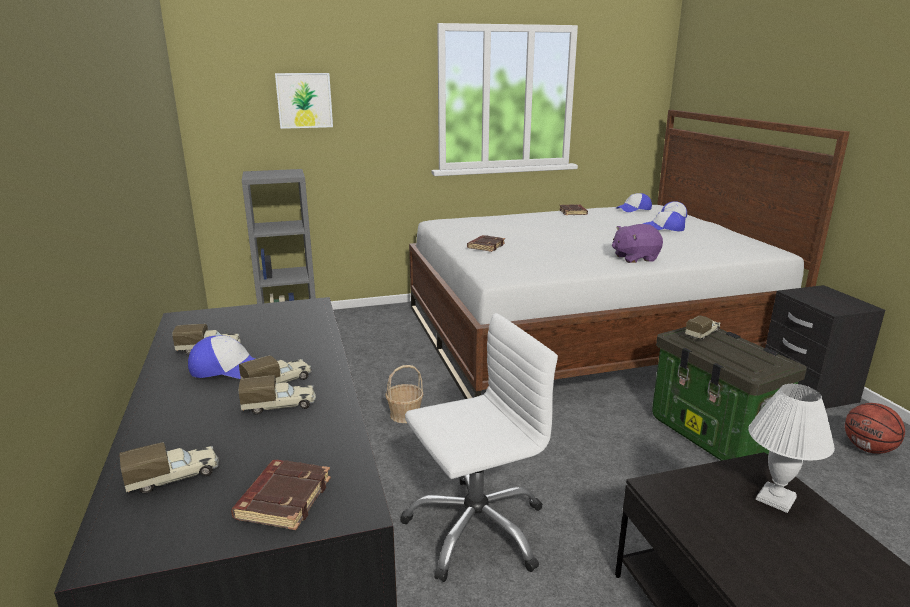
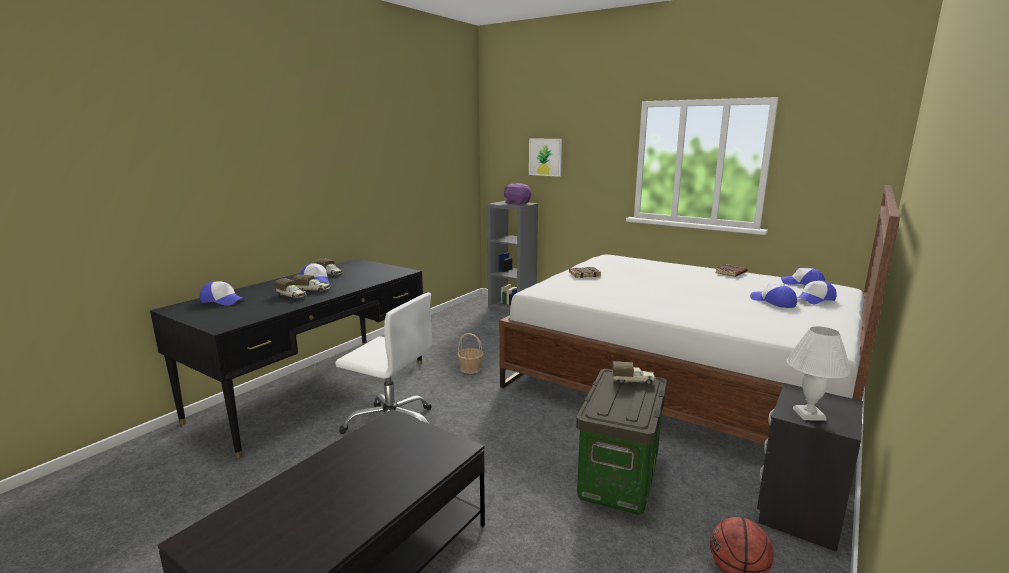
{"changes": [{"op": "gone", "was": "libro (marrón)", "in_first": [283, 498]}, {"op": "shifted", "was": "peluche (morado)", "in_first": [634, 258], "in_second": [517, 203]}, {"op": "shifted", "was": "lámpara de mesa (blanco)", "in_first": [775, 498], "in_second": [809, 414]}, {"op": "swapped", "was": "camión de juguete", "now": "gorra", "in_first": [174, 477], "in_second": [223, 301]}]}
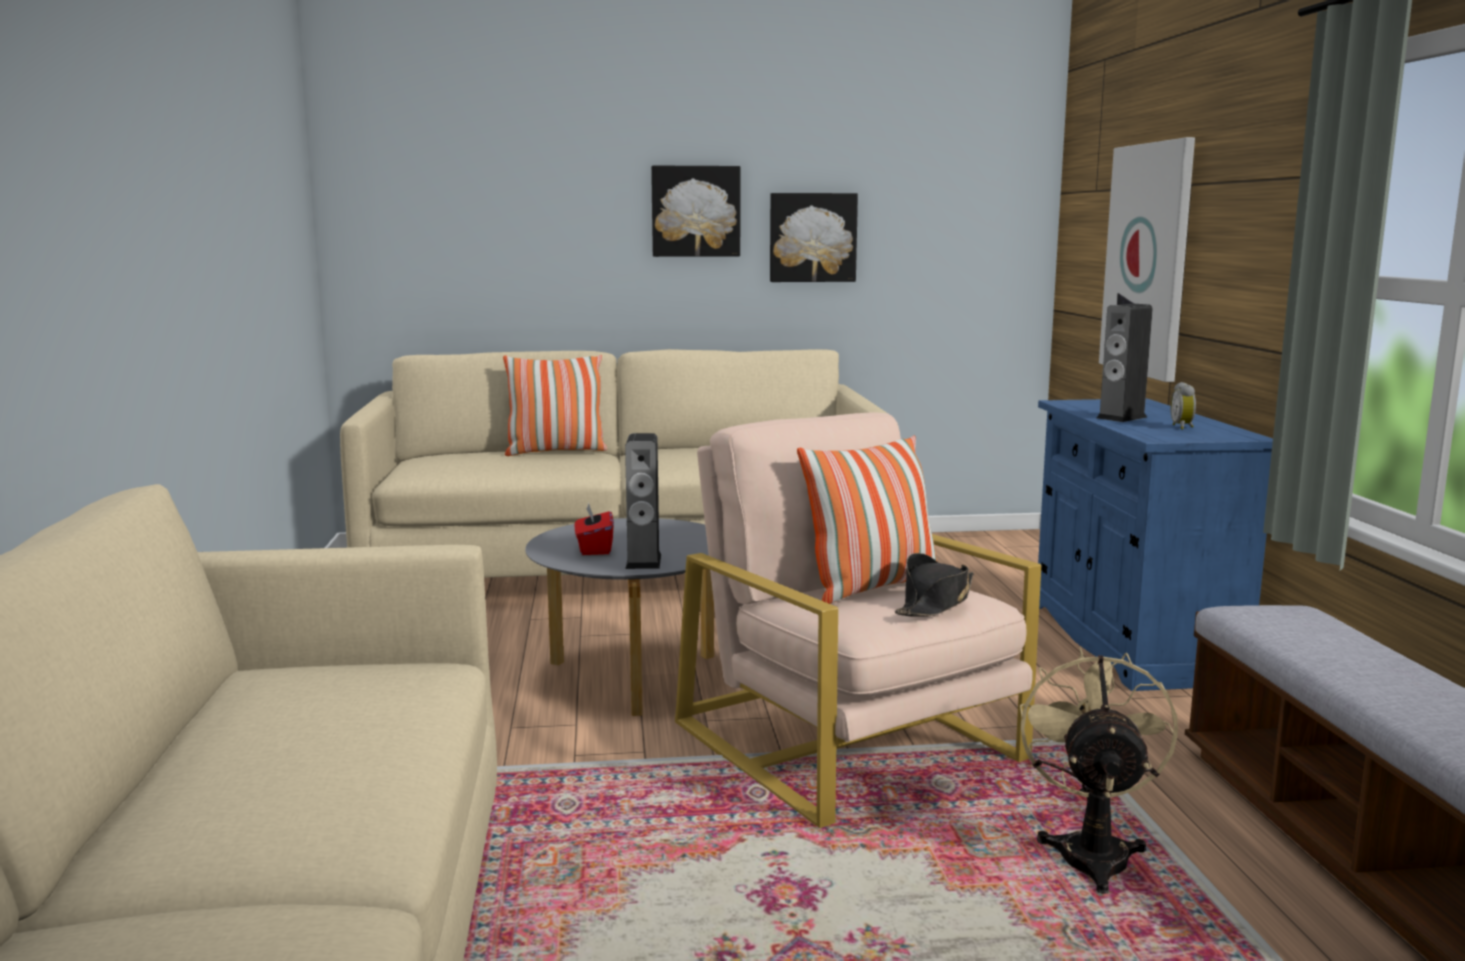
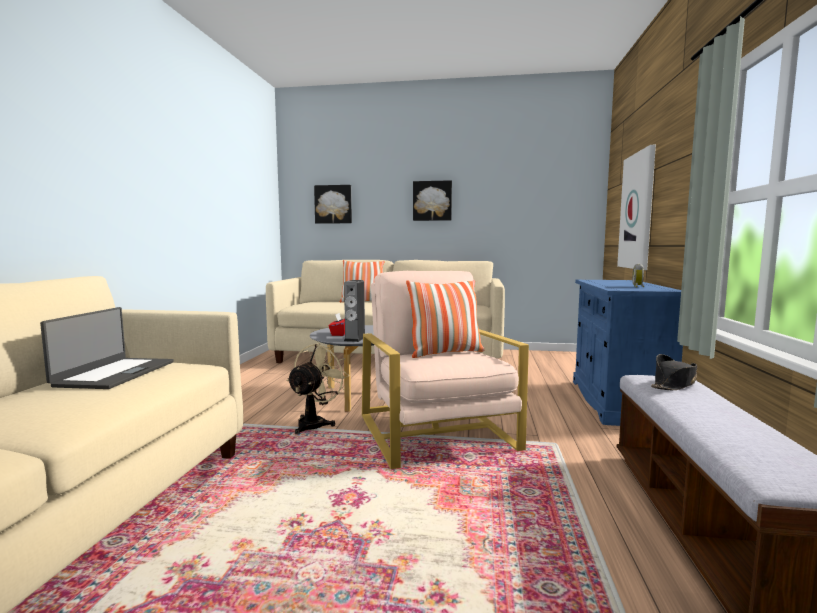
{"changes": [{"op": "gone", "was": "altavoz", "in_first": [1121, 417]}, {"op": "new", "now": "portátil", "in_second": [115, 374]}, {"op": "shifted", "was": "cuadro", "in_first": [812, 237], "in_second": [333, 204]}, {"op": "shifted", "was": "sombrero (negro)", "in_first": [935, 603], "in_second": [674, 384]}, {"op": "shifted", "was": "ventilador (beis)", "in_first": [1091, 851], "in_second": [315, 423]}]}
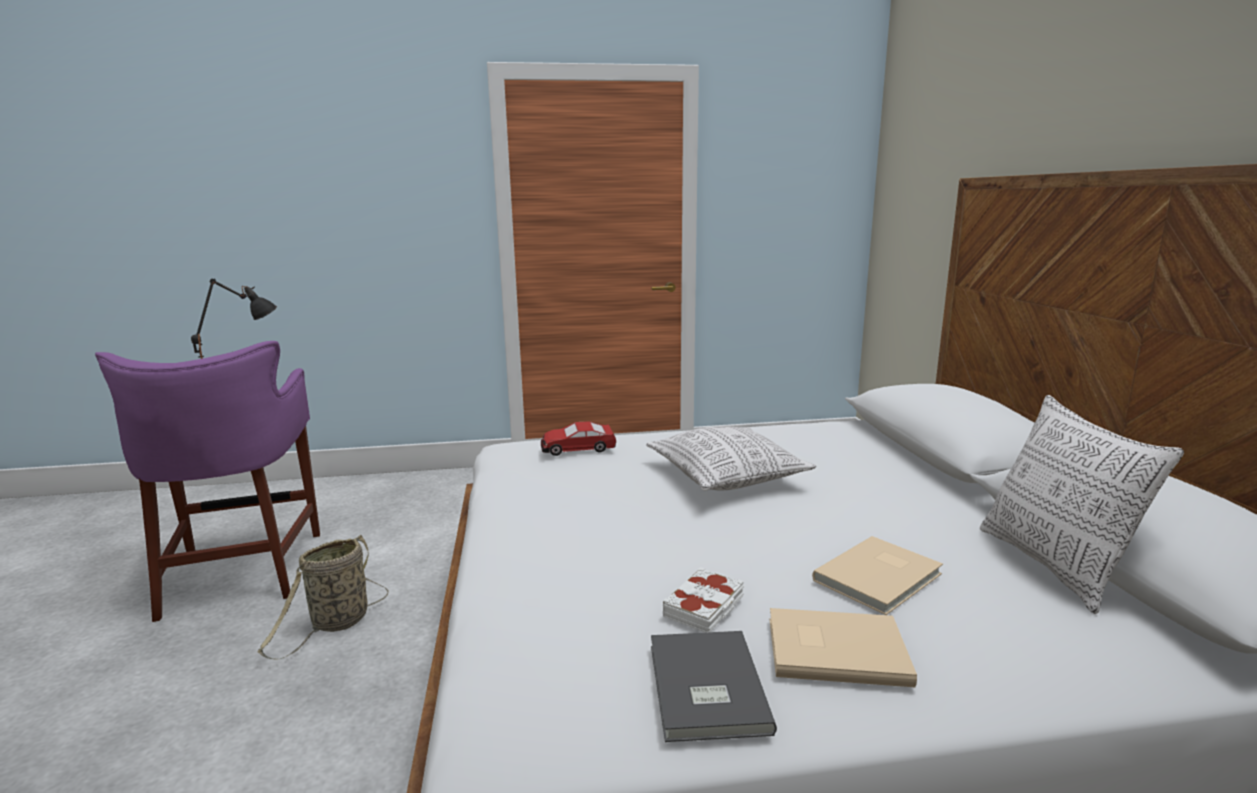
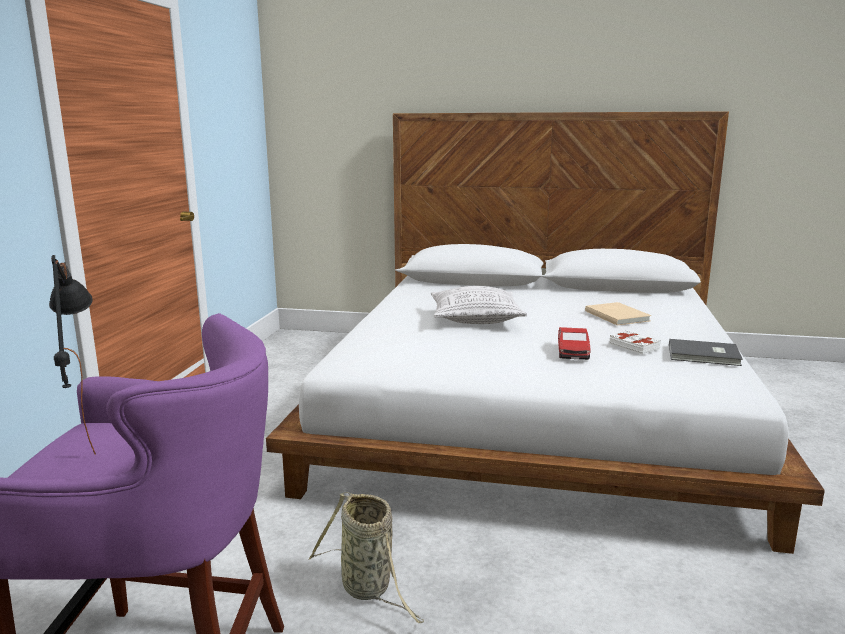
{"changes": [{"op": "gone", "was": "libro (beis)", "in_first": [834, 648]}, {"op": "gone", "was": "cojín", "in_first": [1053, 566]}, {"op": "shifted", "was": "coche de juguete", "in_first": [578, 448], "in_second": [573, 351]}]}
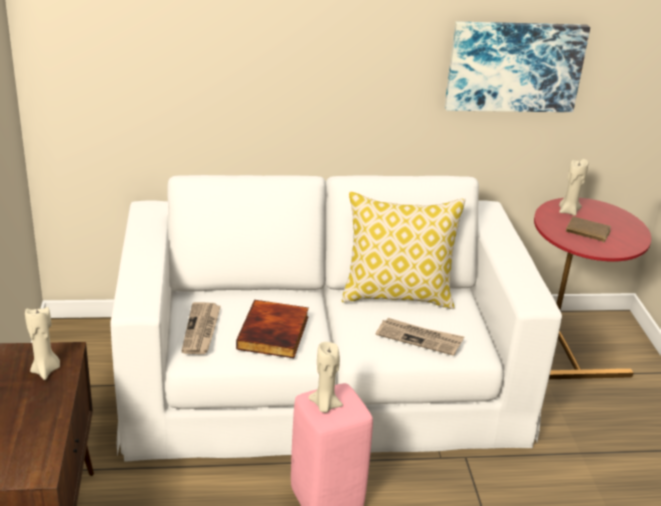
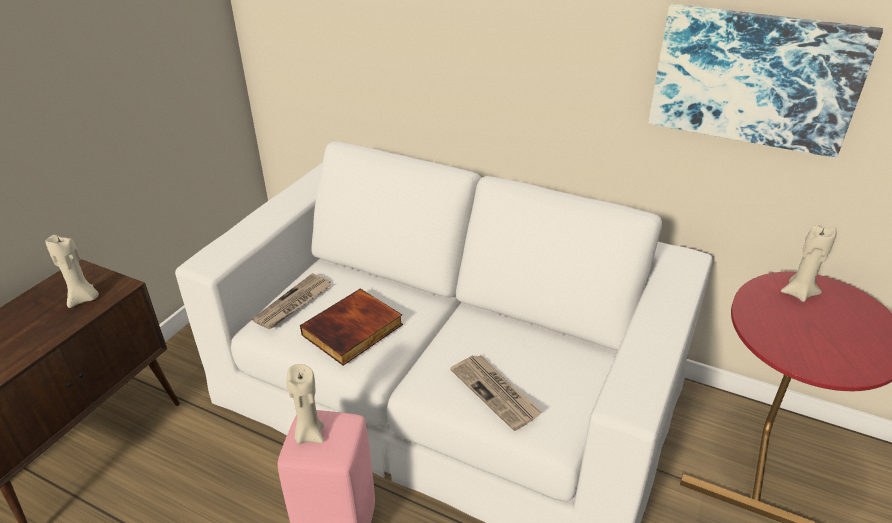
{"changes": [{"op": "gone", "was": "cojín", "in_first": [397, 295]}, {"op": "gone", "was": "libro (marrón)", "in_first": [587, 232]}]}
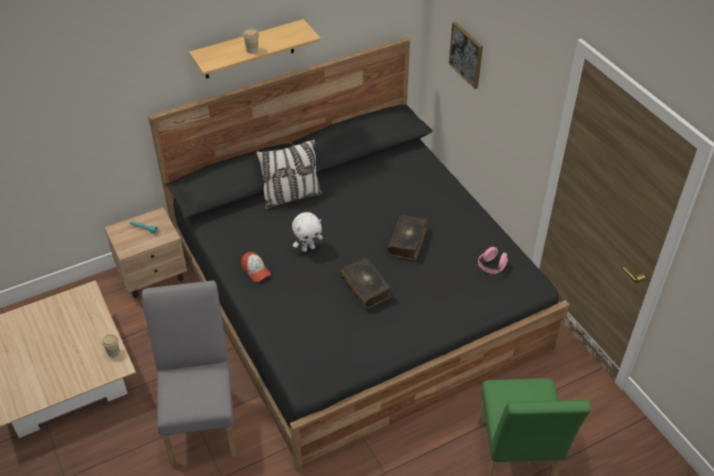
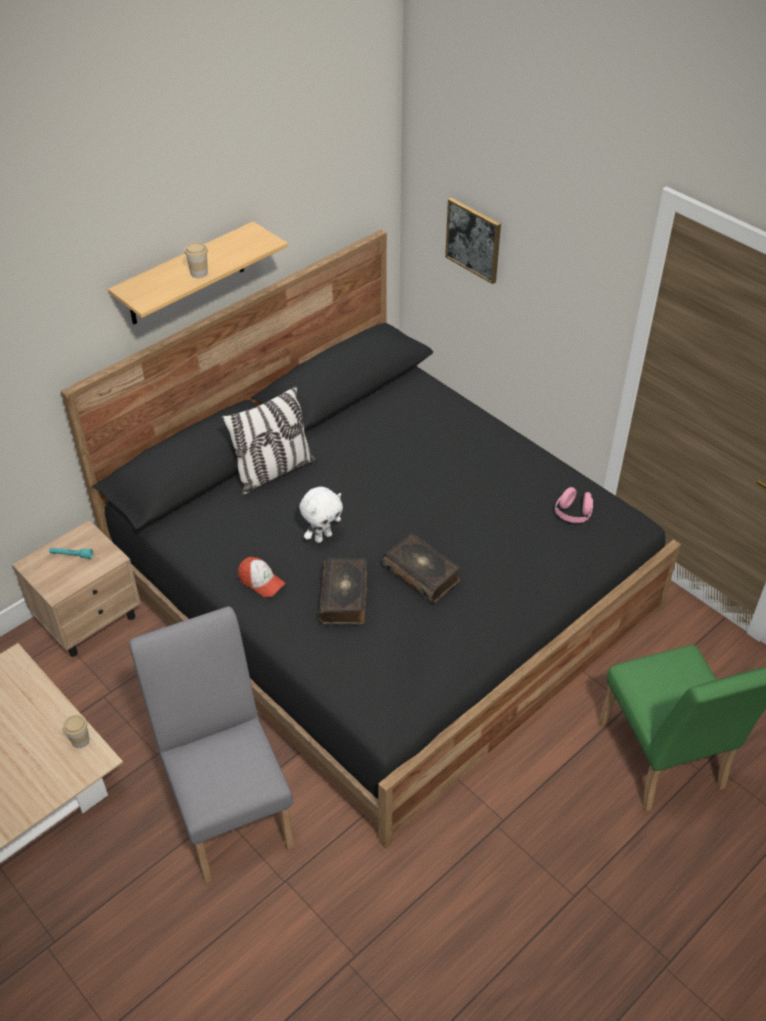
{"changes": [{"op": "shifted", "was": "libro", "in_first": [408, 242], "in_second": [345, 597]}]}
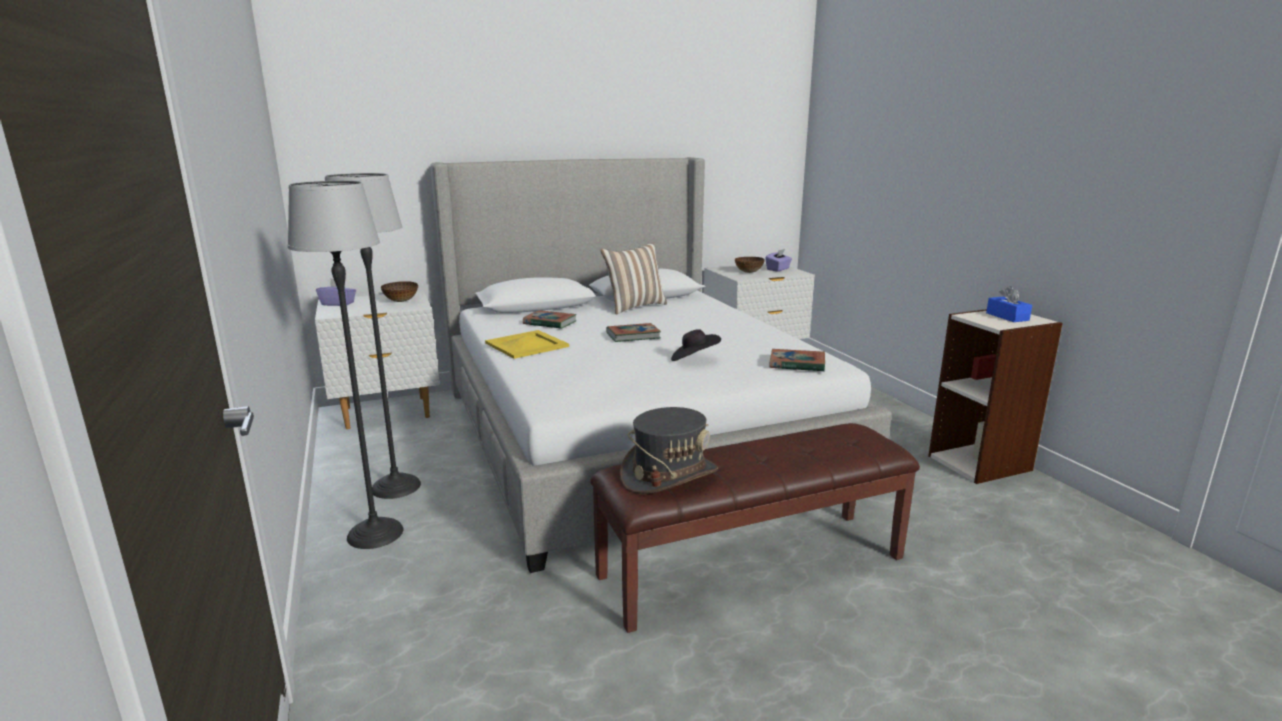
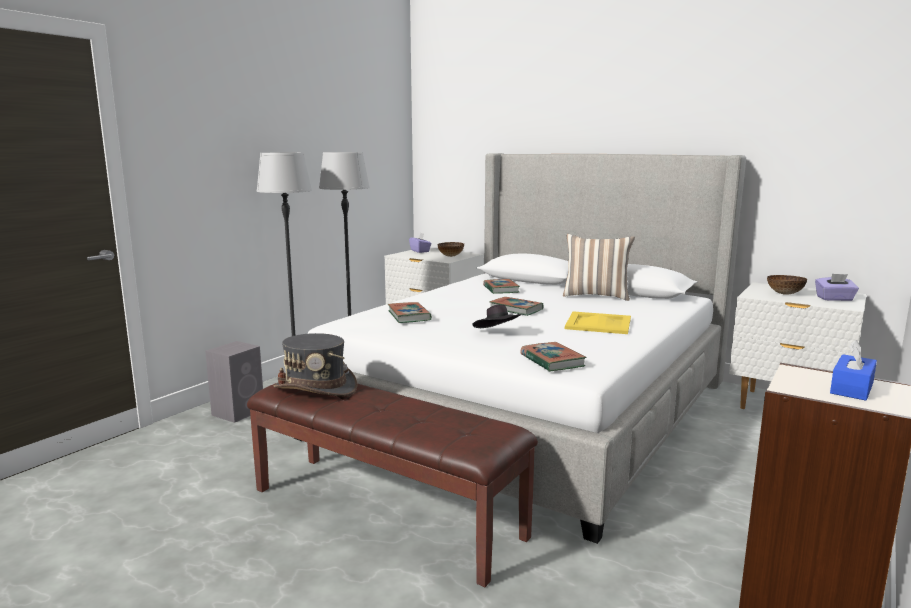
{"changes": [{"op": "new", "now": "altavoz (gris)", "in_second": [239, 412]}, {"op": "new", "now": "libro", "in_second": [409, 316]}, {"op": "shifted", "was": "bandeja (amarillo)", "in_first": [526, 345], "in_second": [597, 323]}]}
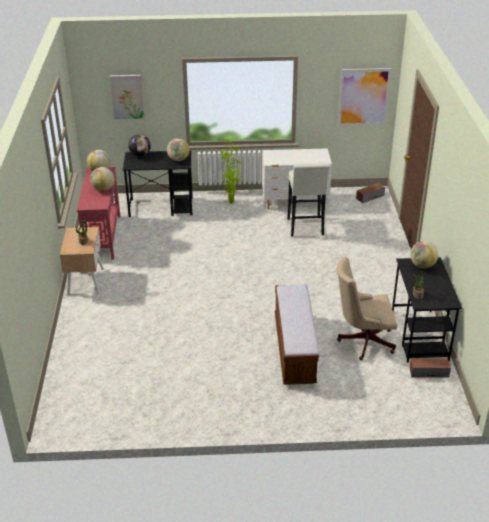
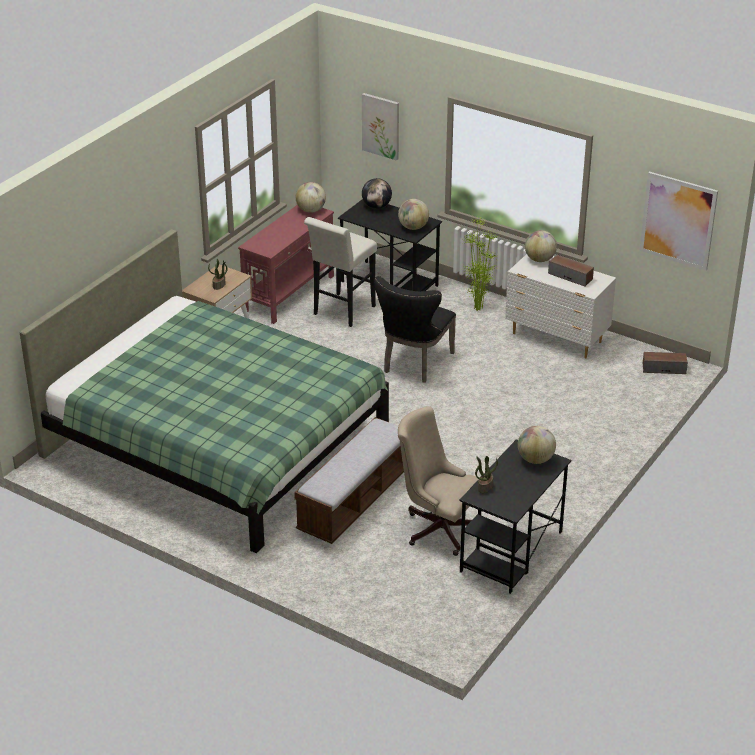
{"changes": [{"op": "new", "now": "cama (verde)", "in_second": [216, 443]}, {"op": "new", "now": "silla (negro)", "in_second": [414, 364]}, {"op": "shifted", "was": "globo terráqueo", "in_first": [103, 189], "in_second": [539, 259]}, {"op": "shifted", "was": "taburete (blanco)", "in_first": [305, 228], "in_second": [341, 312]}, {"op": "shifted", "was": "altavoz", "in_first": [428, 372], "in_second": [570, 276]}]}
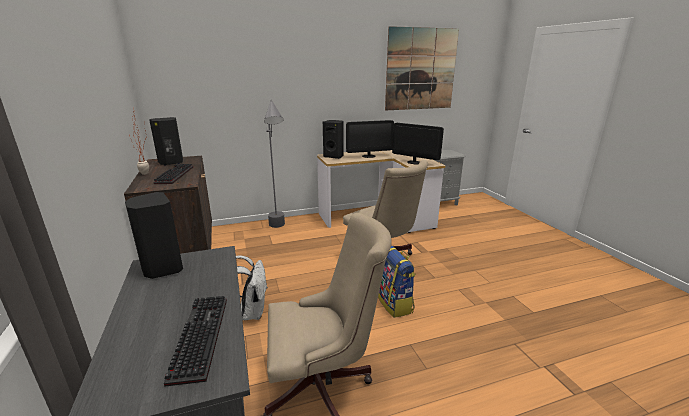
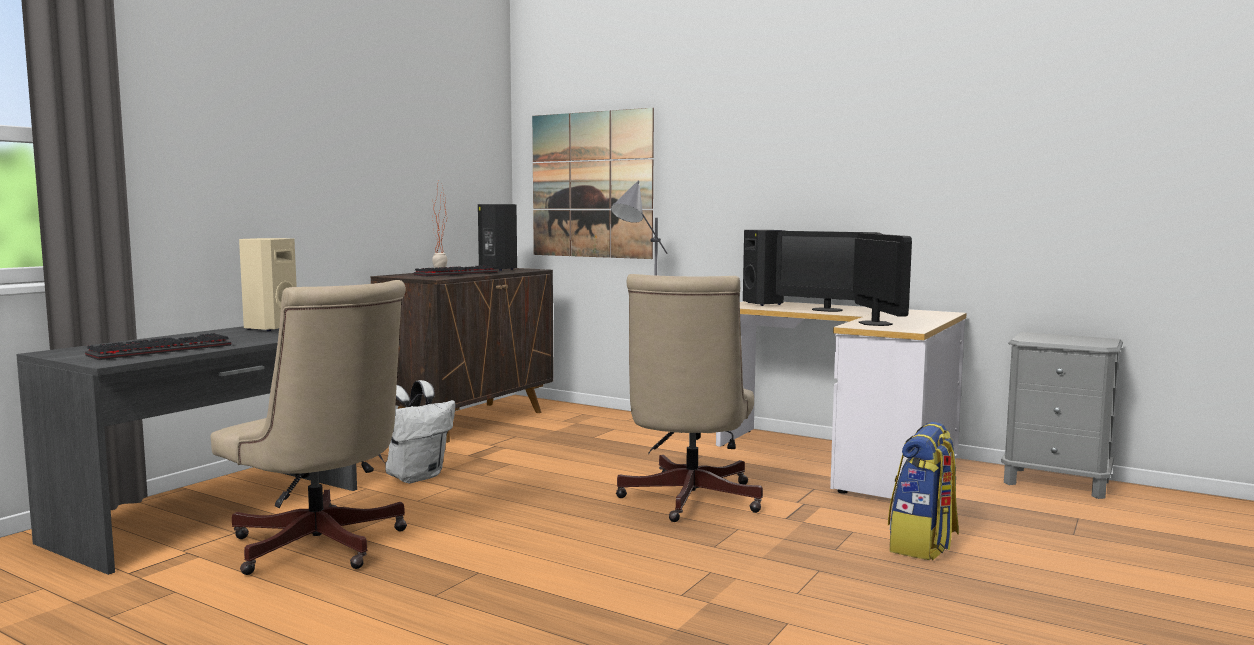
{"changes": [{"op": "shifted", "was": "mochila", "in_first": [395, 304], "in_second": [923, 545]}, {"op": "shifted", "was": "cuadro", "in_first": [421, 69], "in_second": [591, 185]}, {"op": "repainted", "was": "altavoz (negro)", "now": "altavoz (beis)", "in_first": [162, 269], "in_second": [269, 328]}]}
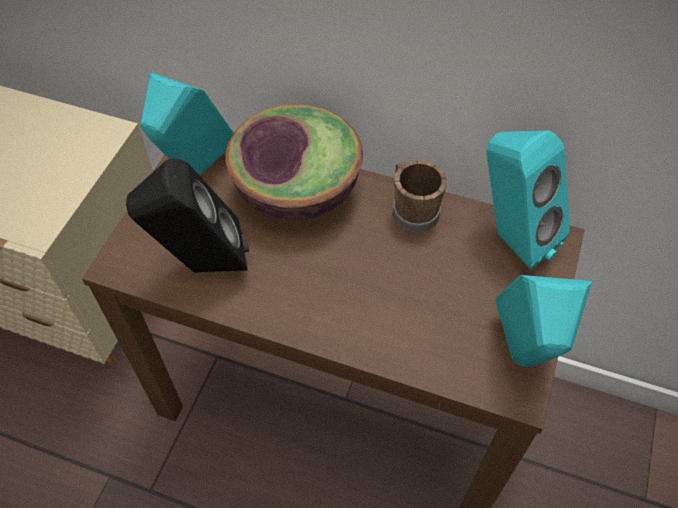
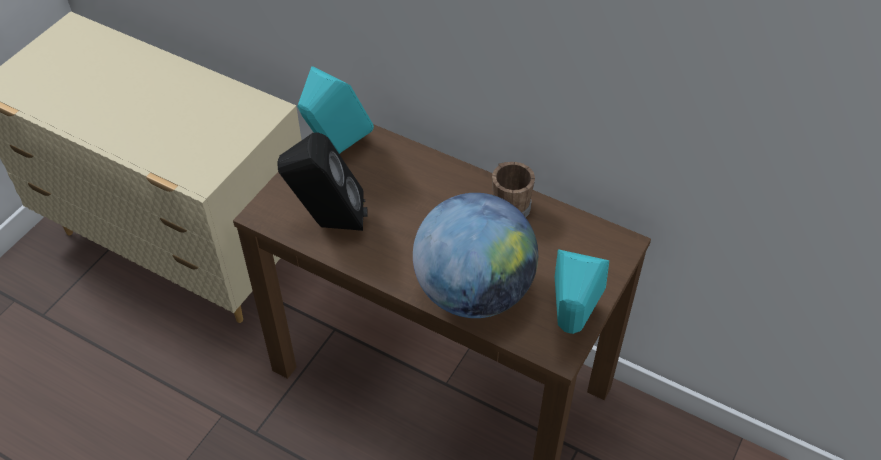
{"changes": [{"op": "gone", "was": "cuenco", "in_first": [297, 190]}, {"op": "gone", "was": "altavoz (turquesa)", "in_first": [510, 238]}, {"op": "new", "now": "globo terráqueo", "in_second": [473, 292]}]}
